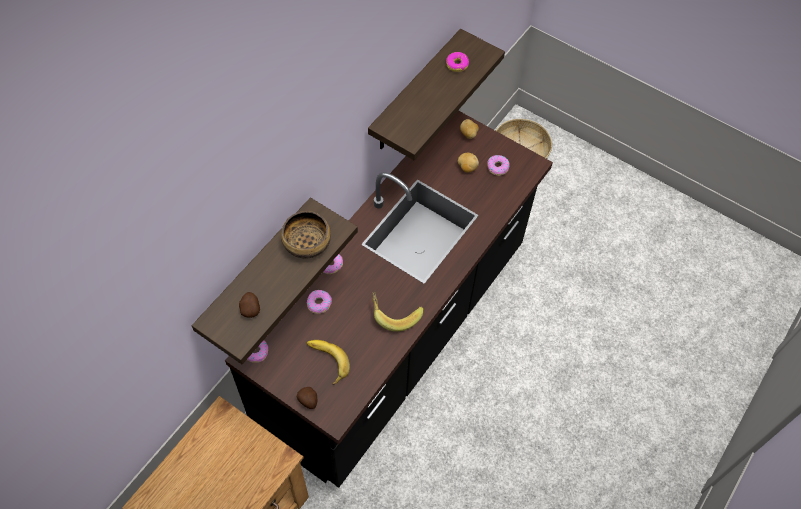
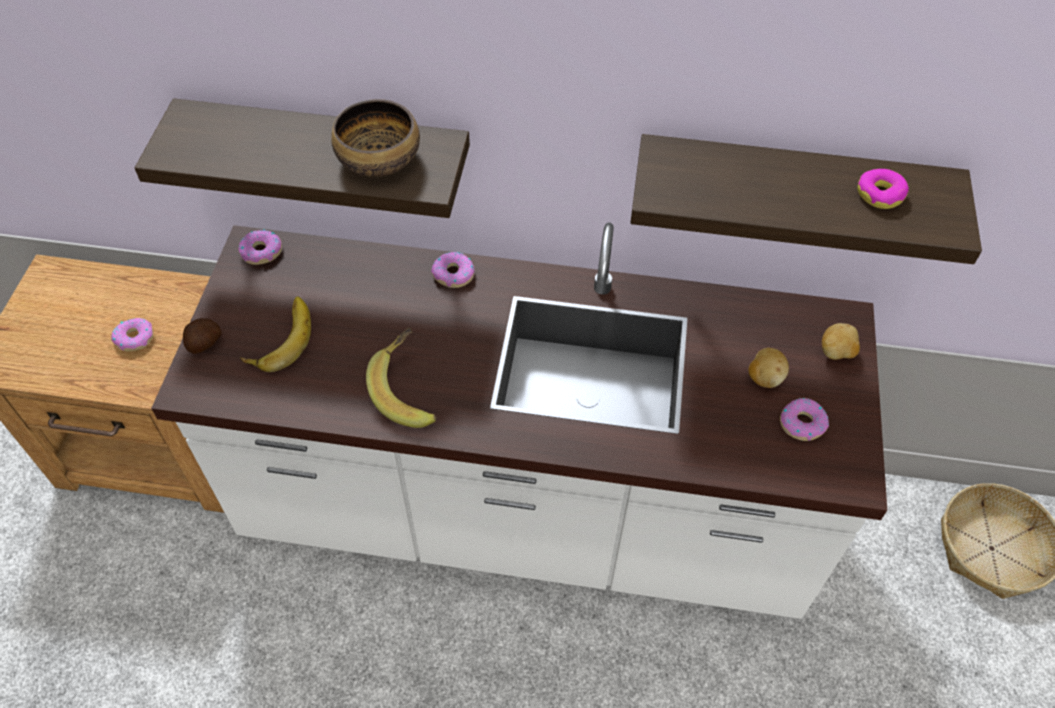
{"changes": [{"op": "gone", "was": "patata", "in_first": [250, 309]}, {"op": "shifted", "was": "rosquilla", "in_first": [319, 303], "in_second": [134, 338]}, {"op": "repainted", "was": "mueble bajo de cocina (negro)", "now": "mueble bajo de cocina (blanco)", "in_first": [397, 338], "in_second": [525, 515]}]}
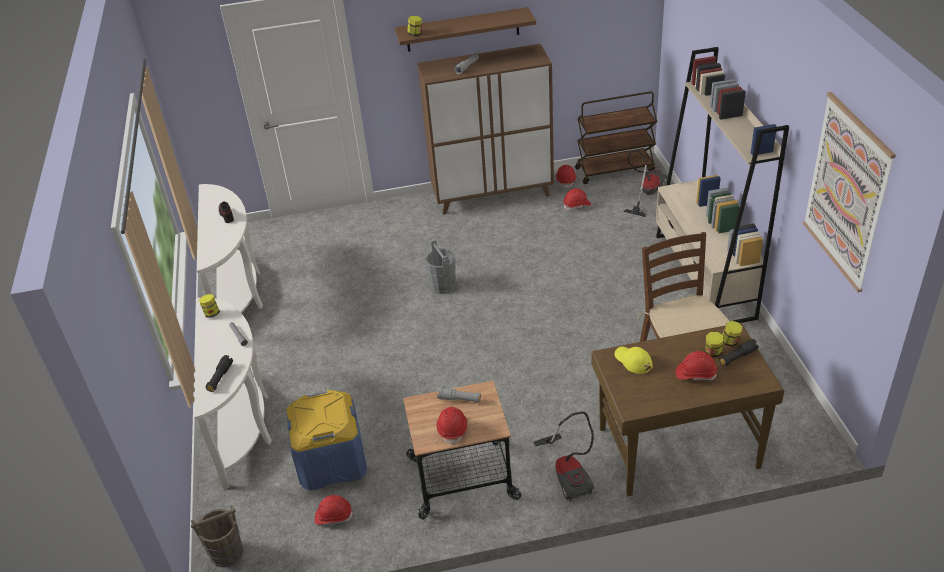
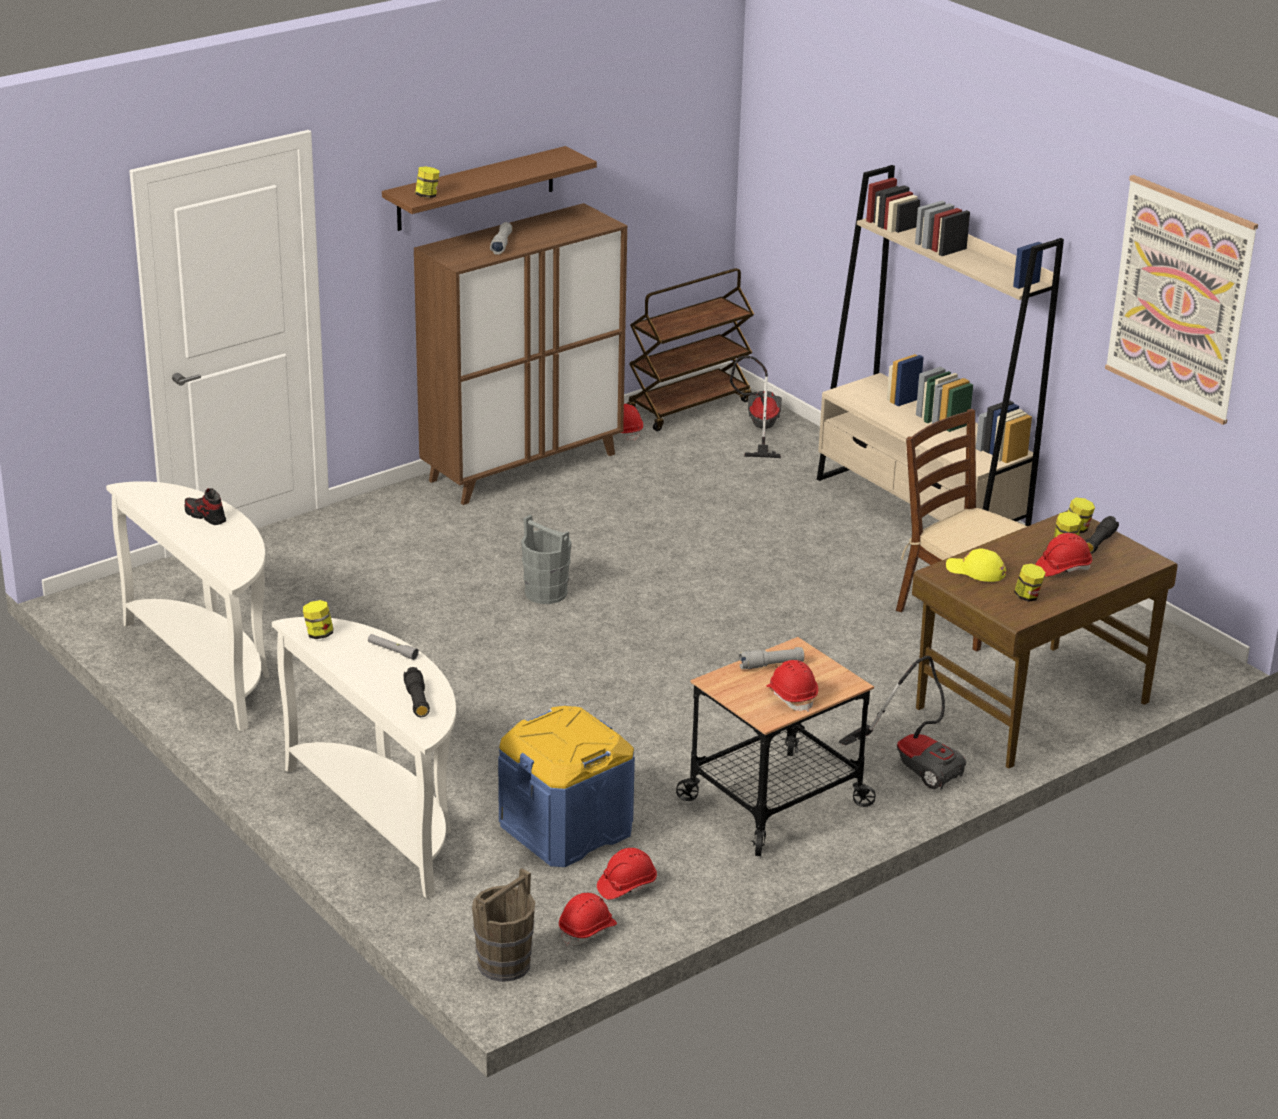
{"changes": [{"op": "new", "now": "tarro", "in_second": [1028, 597]}, {"op": "shifted", "was": "casco (rojo)", "in_first": [577, 205], "in_second": [587, 930]}]}
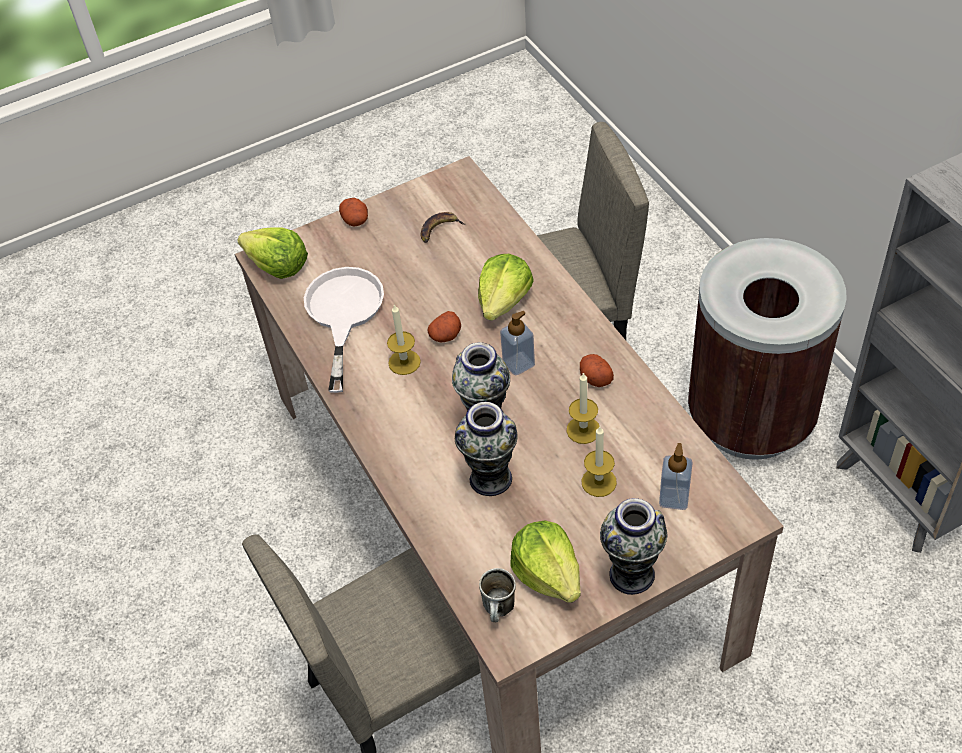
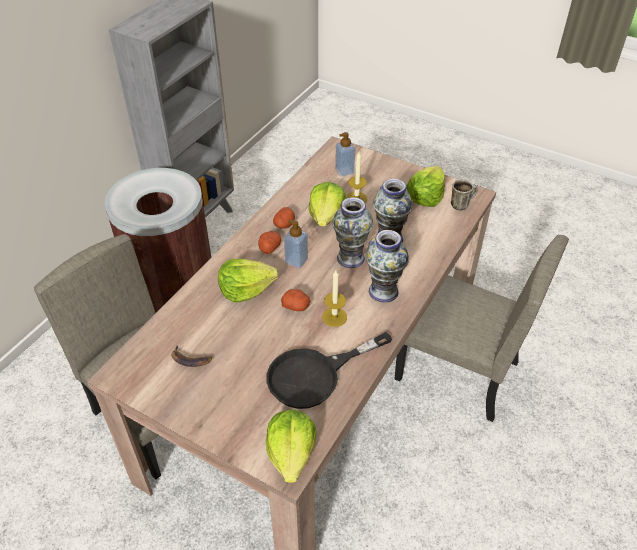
{"changes": [{"op": "shifted", "was": "patata", "in_first": [356, 220], "in_second": [269, 247]}, {"op": "shifted", "was": "florero", "in_first": [632, 575], "in_second": [383, 291]}, {"op": "swapped", "was": "vela", "now": "lechuga", "in_first": [583, 430], "in_second": [326, 216]}, {"op": "repainted", "was": "sartén (blanco)", "now": "sartén (negro)", "in_first": [343, 314], "in_second": [315, 375]}]}
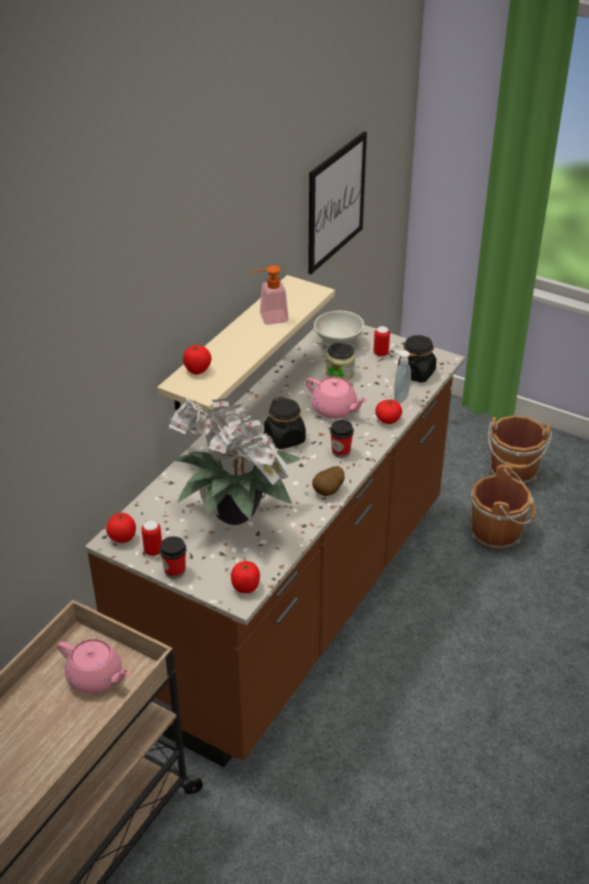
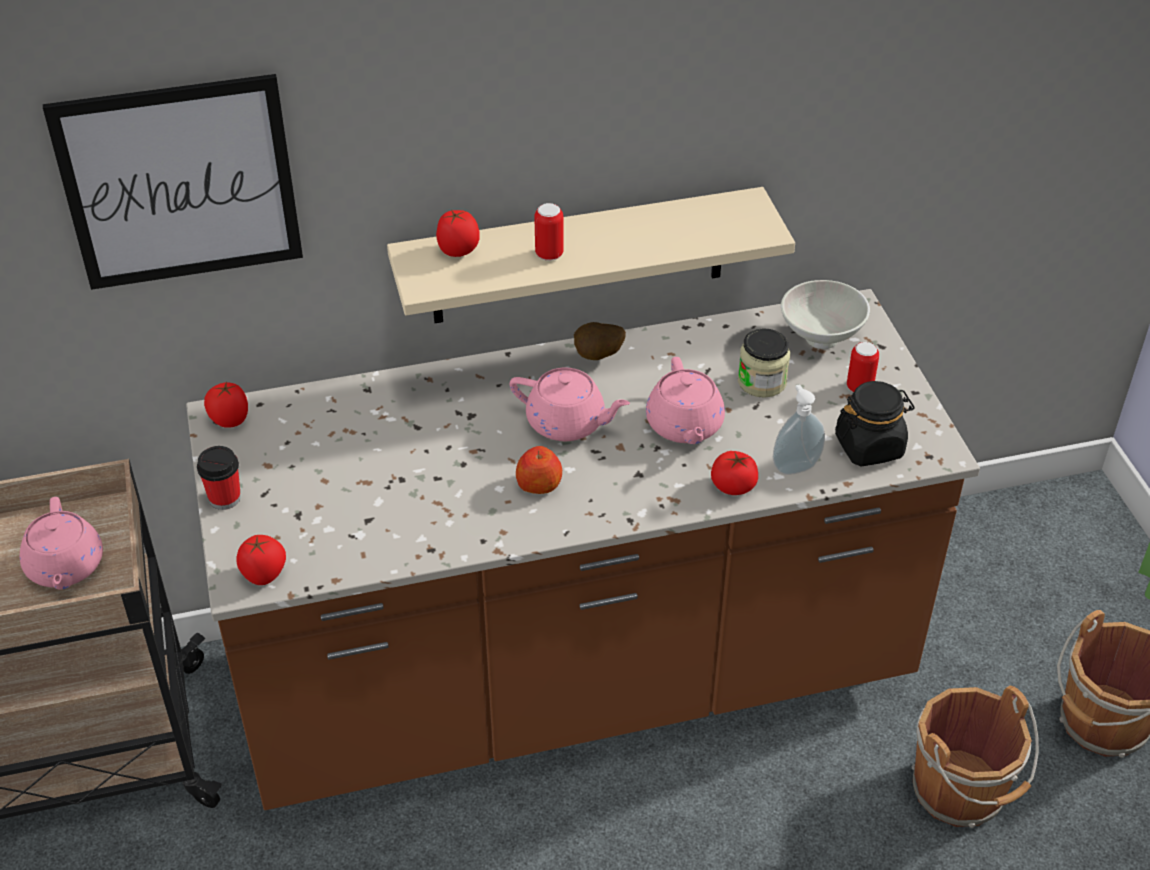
{"changes": [{"op": "gone", "was": "planta en maceta", "in_first": [237, 517]}, {"op": "gone", "was": "dispensador de jabón", "in_first": [268, 318]}, {"op": "gone", "was": "taza", "in_first": [341, 452]}, {"op": "new", "now": "manzana", "in_second": [539, 484]}, {"op": "shifted", "was": "lata", "in_first": [153, 551], "in_second": [549, 254]}, {"op": "shifted", "was": "cuadro", "in_first": [336, 202], "in_second": [180, 183]}, {"op": "shifted", "was": "patata", "in_first": [329, 492], "in_second": [598, 357]}, {"op": "swapped", "was": "tarro (negro)", "now": "tetera (rosa)", "in_first": [285, 439], "in_second": [568, 423]}]}
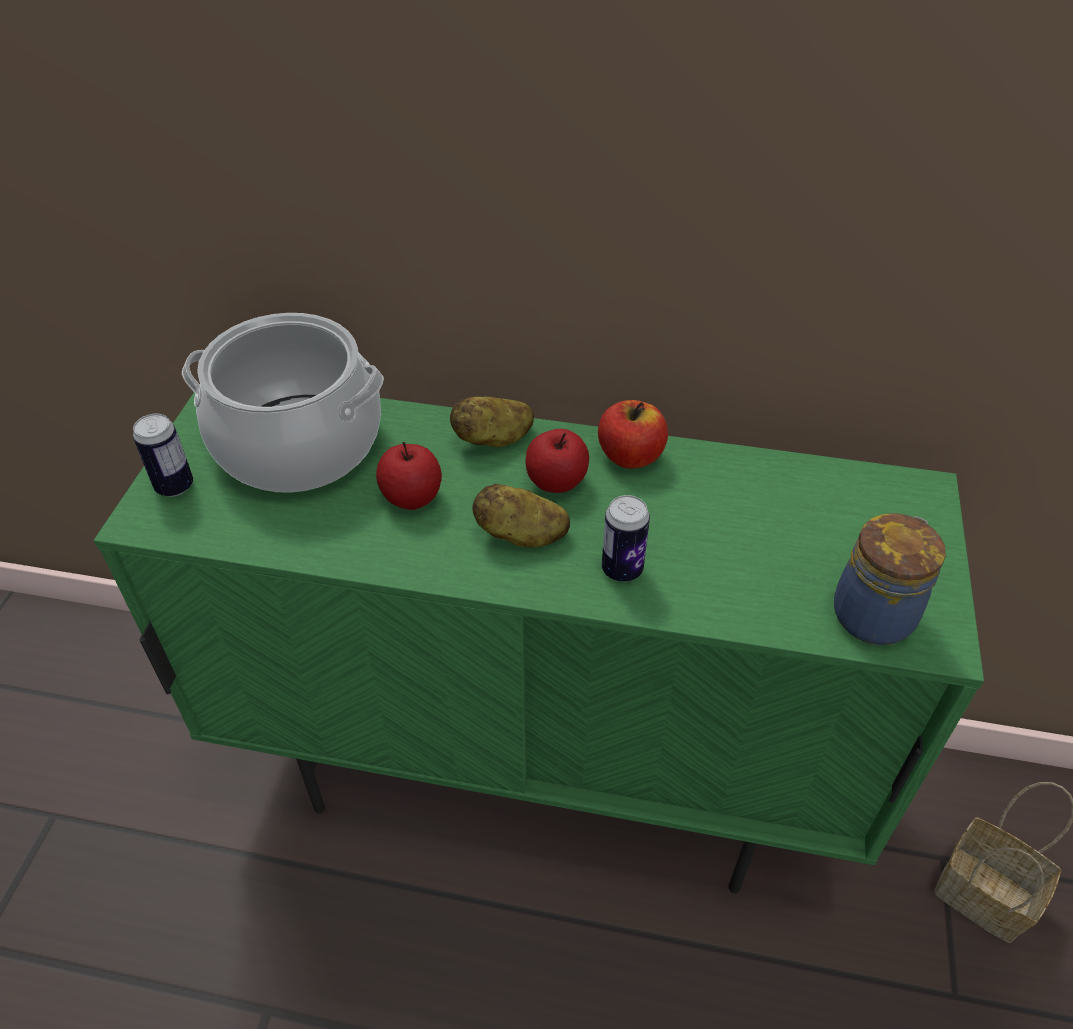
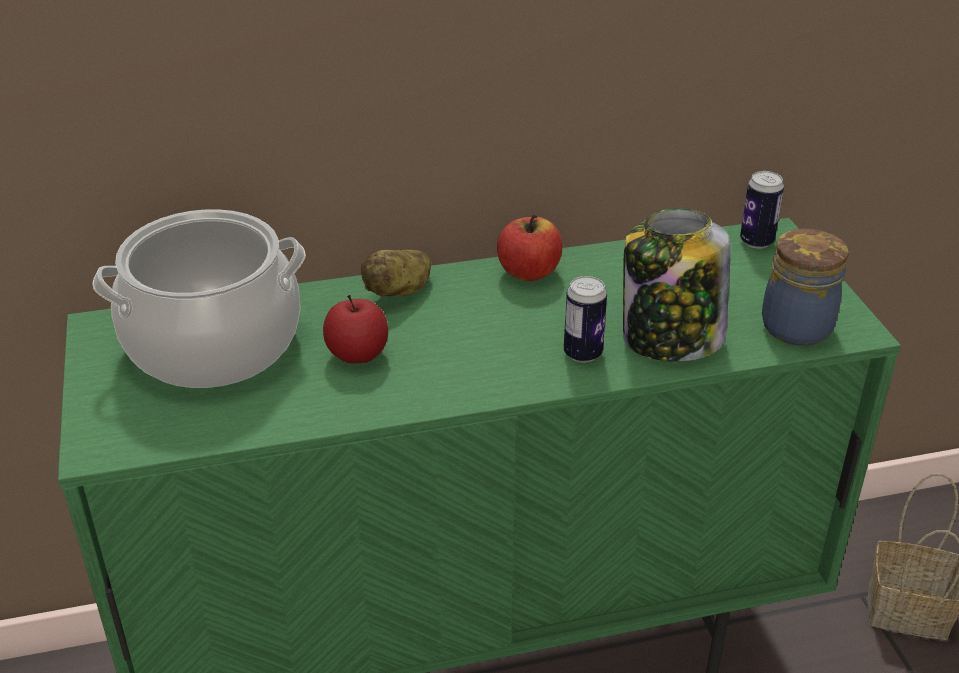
{"changes": [{"op": "gone", "was": "patata", "in_first": [521, 535]}, {"op": "gone", "was": "manzana", "in_first": [557, 481]}, {"op": "new", "now": "tarro", "in_second": [670, 339]}, {"op": "shifted", "was": "lata", "in_first": [174, 486], "in_second": [756, 241]}]}
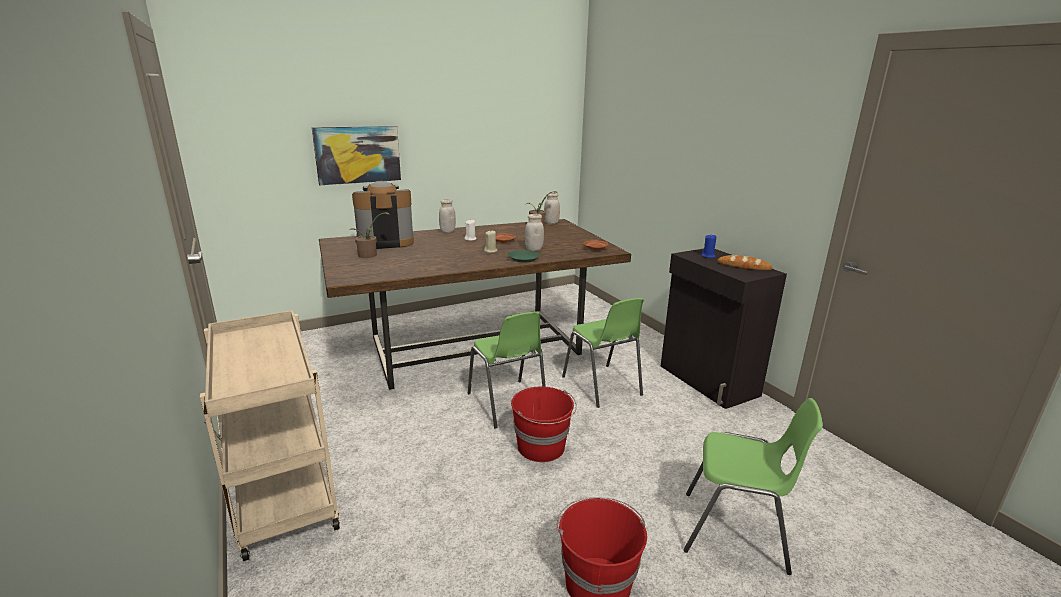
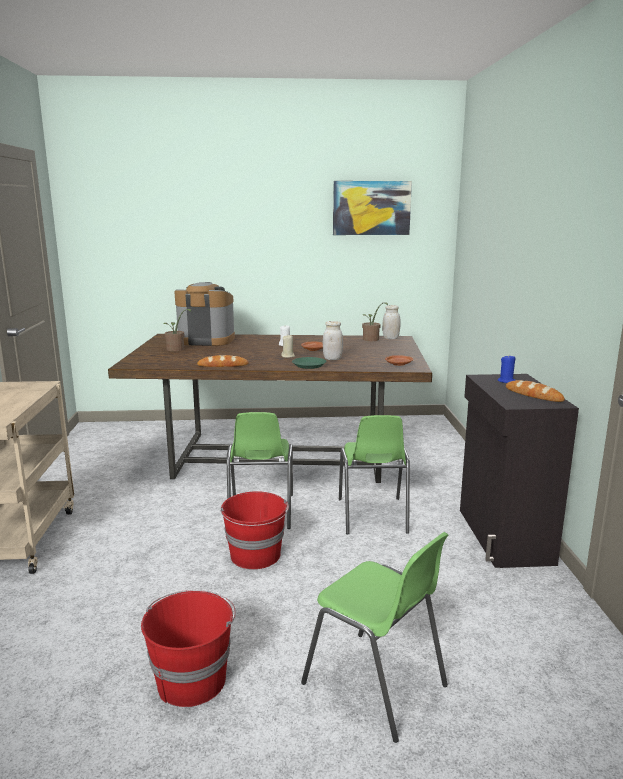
{"changes": [{"op": "gone", "was": "tarro (blanco)", "in_first": [447, 231]}, {"op": "new", "now": "pan", "in_second": [223, 365]}, {"op": "shifted", "was": "cuadro", "in_first": [358, 154], "in_second": [371, 208]}]}
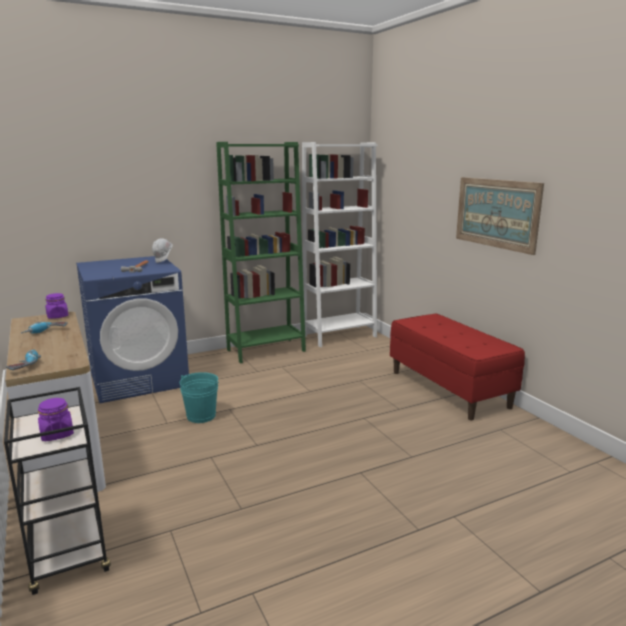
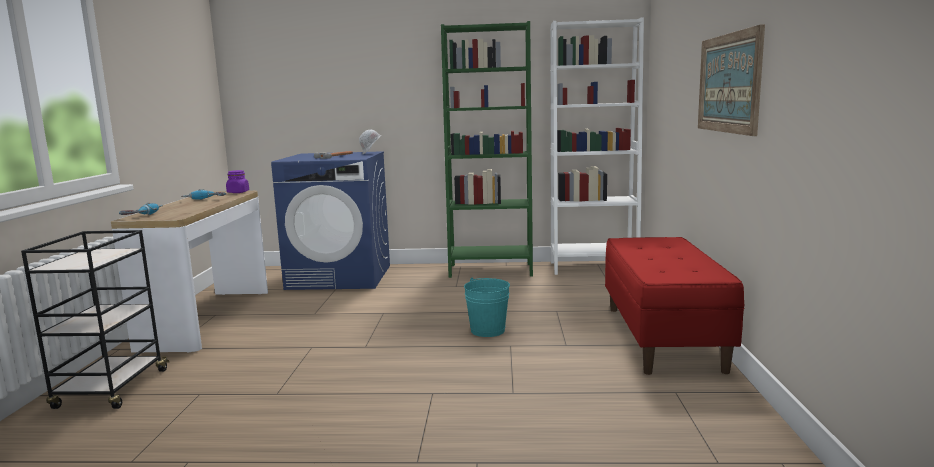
{"changes": [{"op": "gone", "was": "tarro (morado)", "in_first": [57, 434]}, {"op": "shifted", "was": "cubo (turquesa)", "in_first": [201, 416], "in_second": [488, 330]}]}
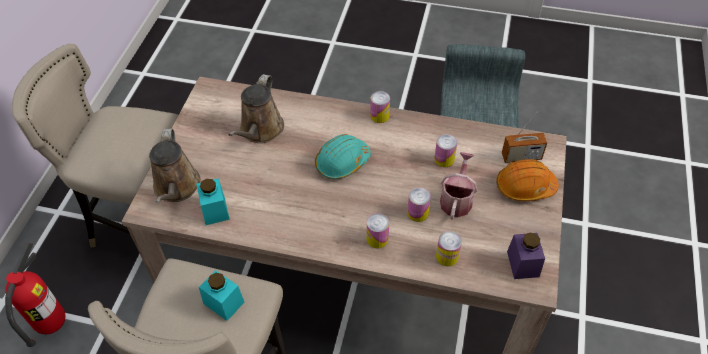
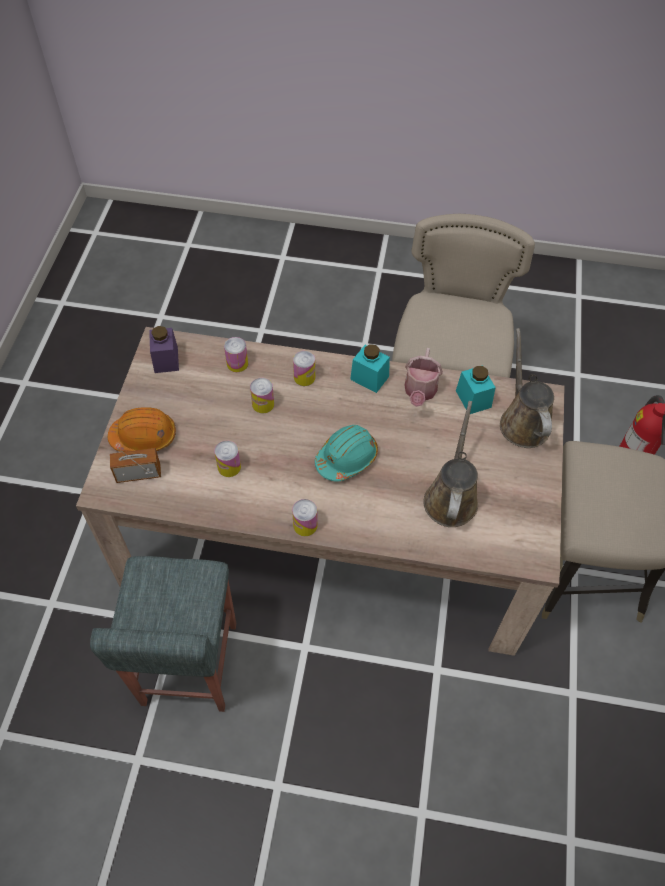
{"changes": [{"op": "shifted", "was": "tarro (turquesa)", "in_first": [224, 303], "in_second": [369, 378]}, {"op": "shifted", "was": "regadera", "in_first": [456, 199], "in_second": [419, 392]}]}
